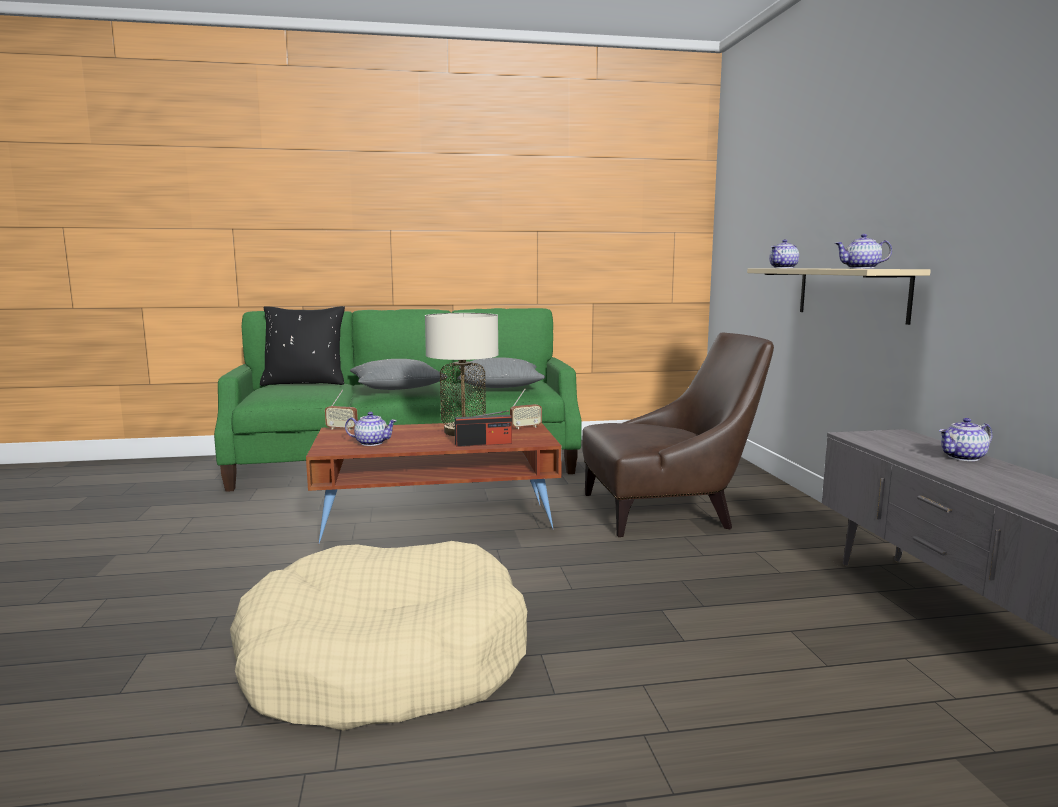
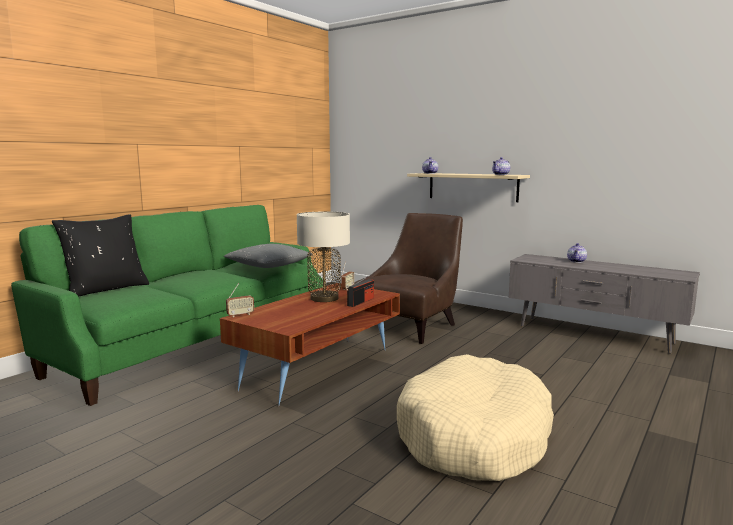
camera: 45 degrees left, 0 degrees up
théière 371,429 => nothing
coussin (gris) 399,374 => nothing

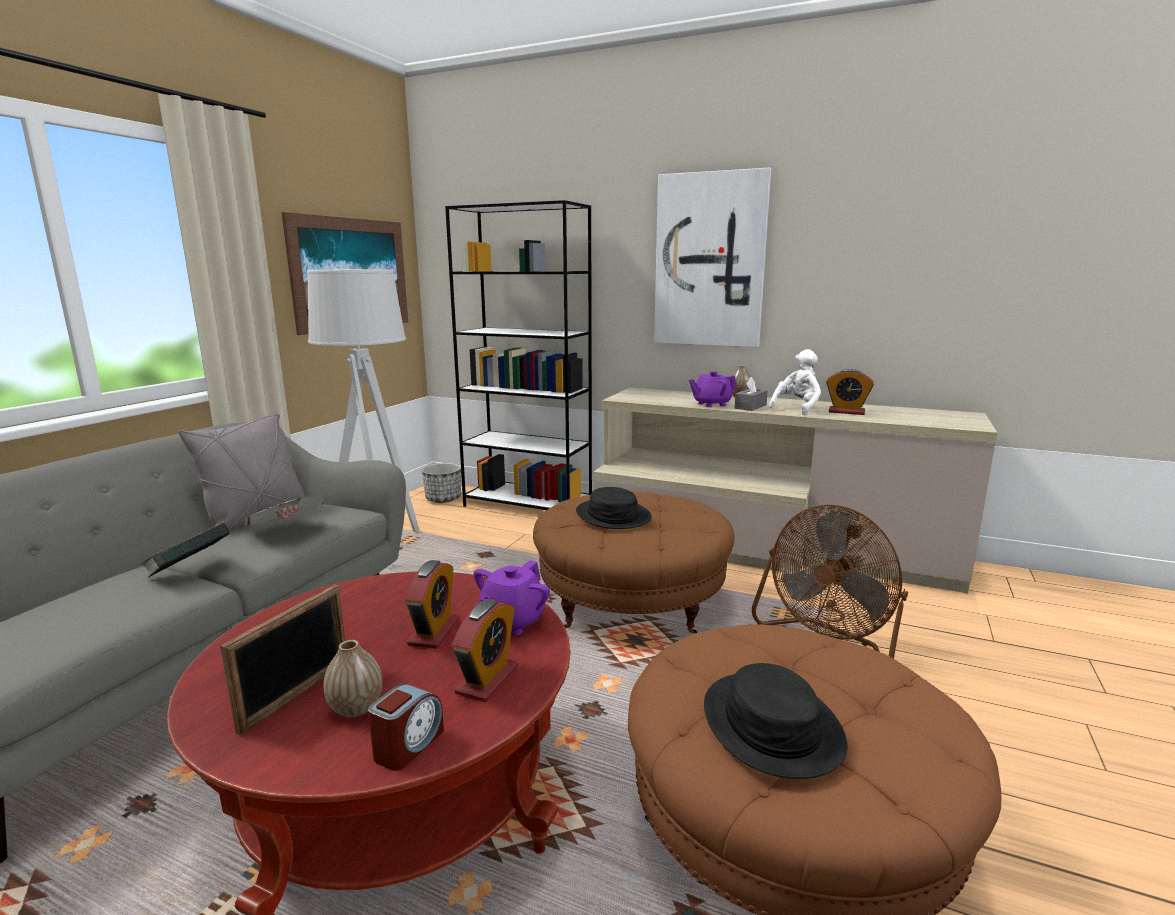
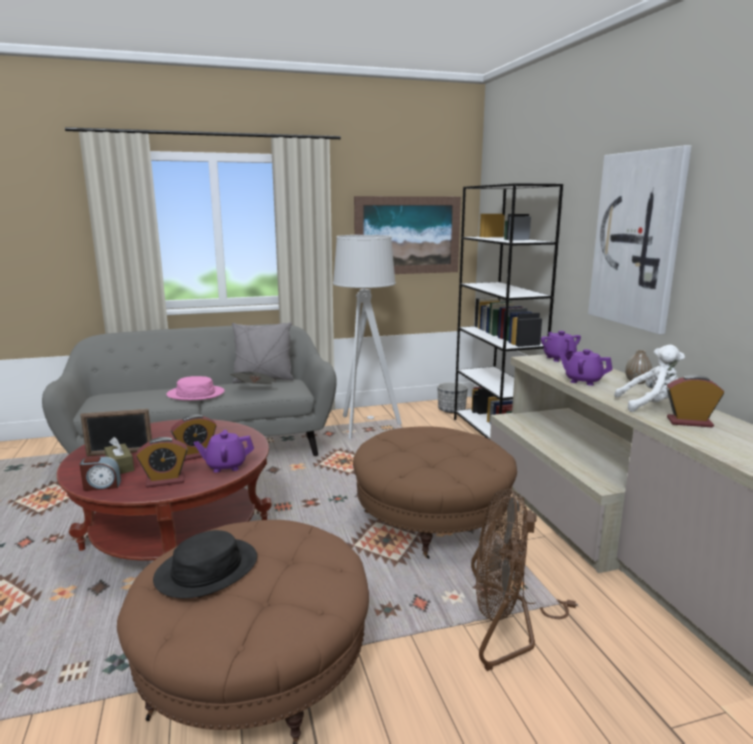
camera: 50 degrees right, 0 degrees up
livre 185,549 => chapeau (rose) 195,388
vase 352,678 => boîte à mouchoirs (marron) 119,455
chapeau (noir) 614,508 => nothing
boîte à mouchoirs (gris) 751,394 => nothing
réveil 850,392 => réveil 695,401, 120 degrees clockwise
nothing => théière (violet) 561,346

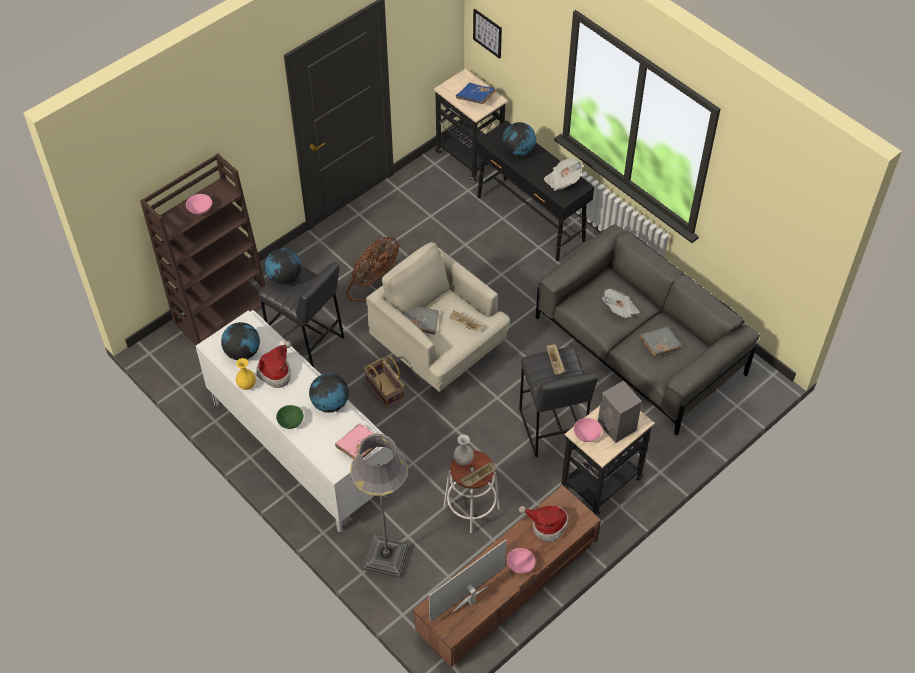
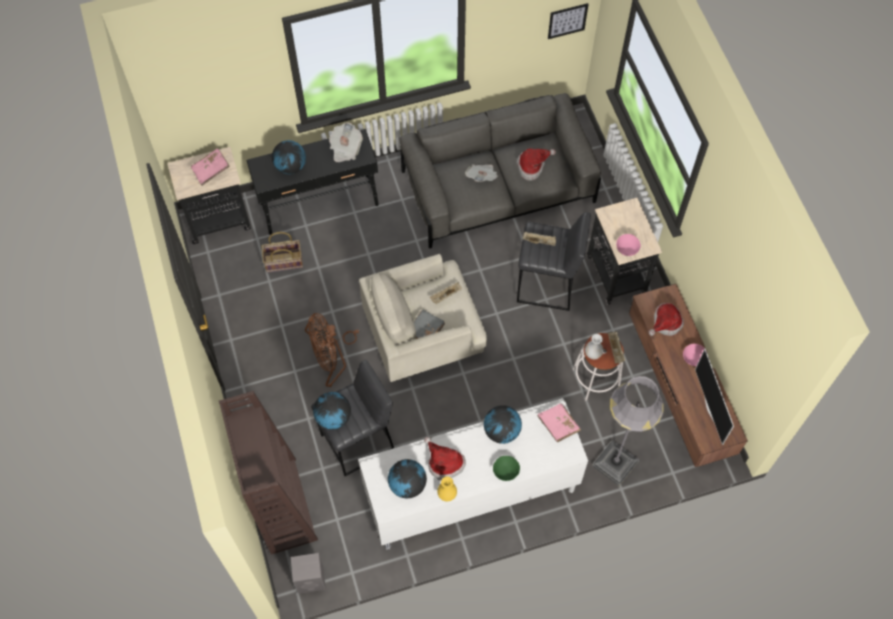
camera: 65 degrees left, 10 degrees up
bol (rose) 199,204 => nothing
panier 384,382 => panier 282,252, relocated
livre (bleu) 476,93 => livre (rose) 210,167
tableau 487,34 => tableau 568,21, relocated
enceinte (gris) 620,412 => enceinte (gris) 308,573, relocated
livre (gris) 660,342 => chapeau 536,164

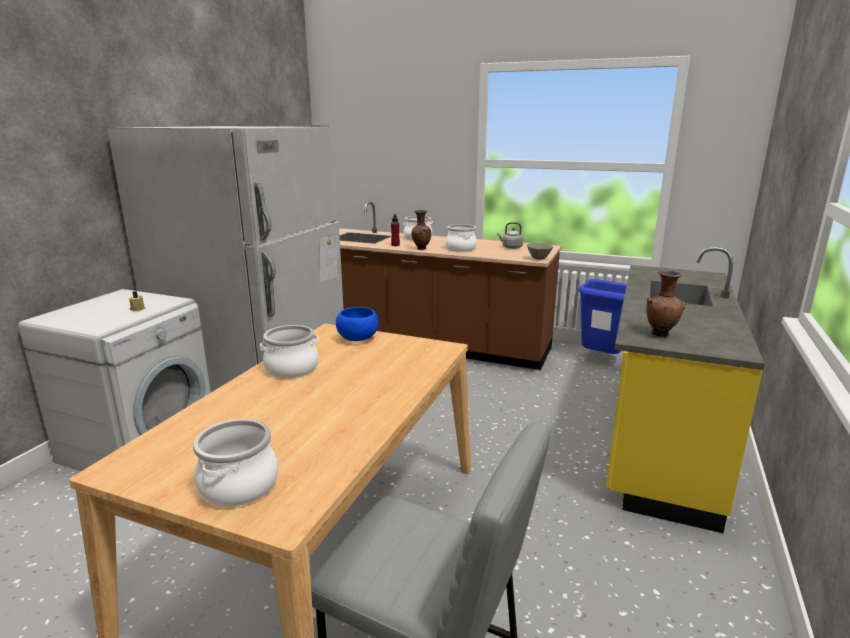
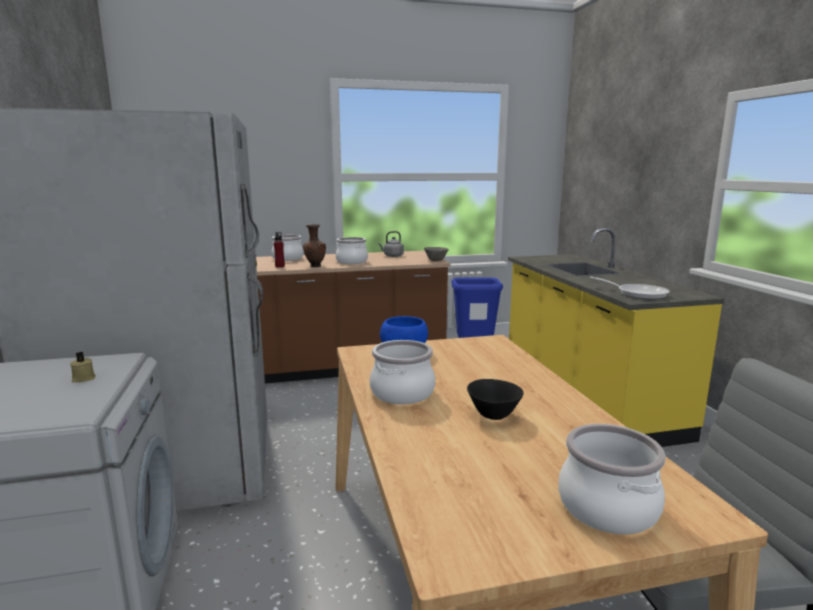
camera: 35 degrees left, 5 degrees down
vase (marron) 665,303 => poêle 630,288
nothing => bol (noir) 495,399

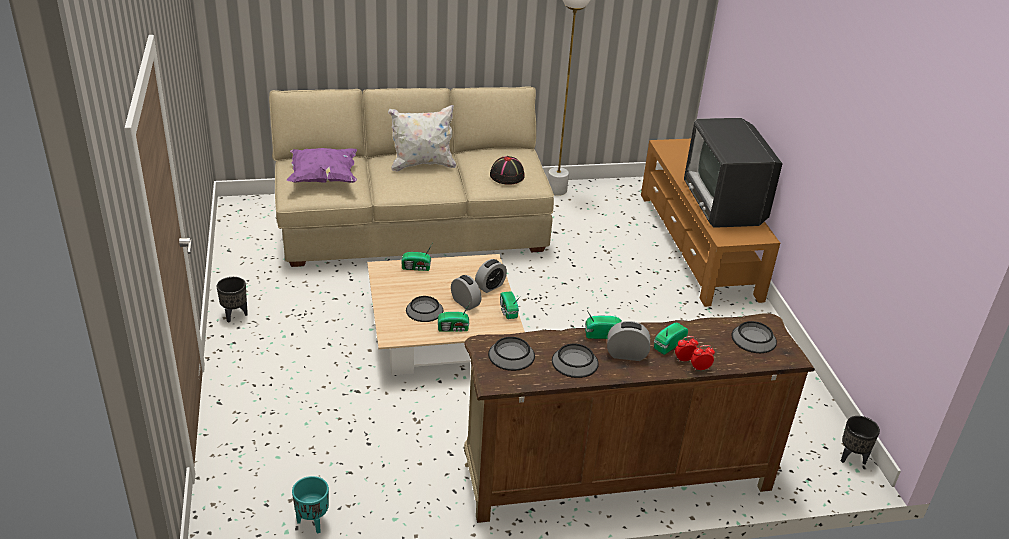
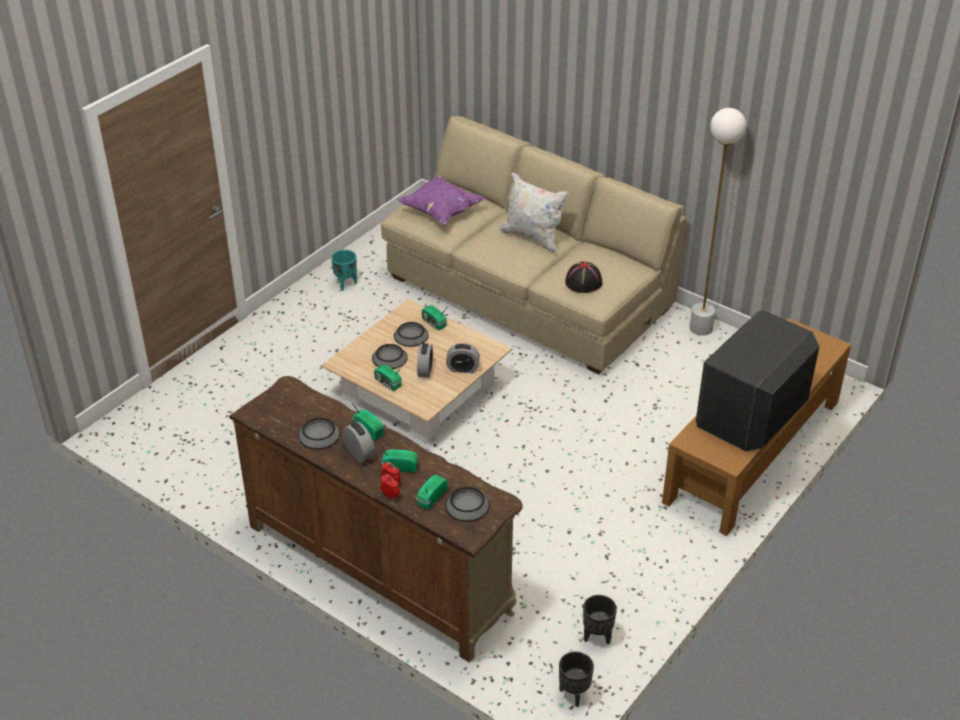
camera: 50 degrees right, 5 degrees up
cache-pot (noir) 232,300 => cache-pot (noir) 600,620, relocated
cache-pot (turquoise) 310,505 => cache-pot (turquoise) 344,270, relocated
bol 511,354 => bol 411,334, relocated
radio 510,305 => radio 431,492, relocated

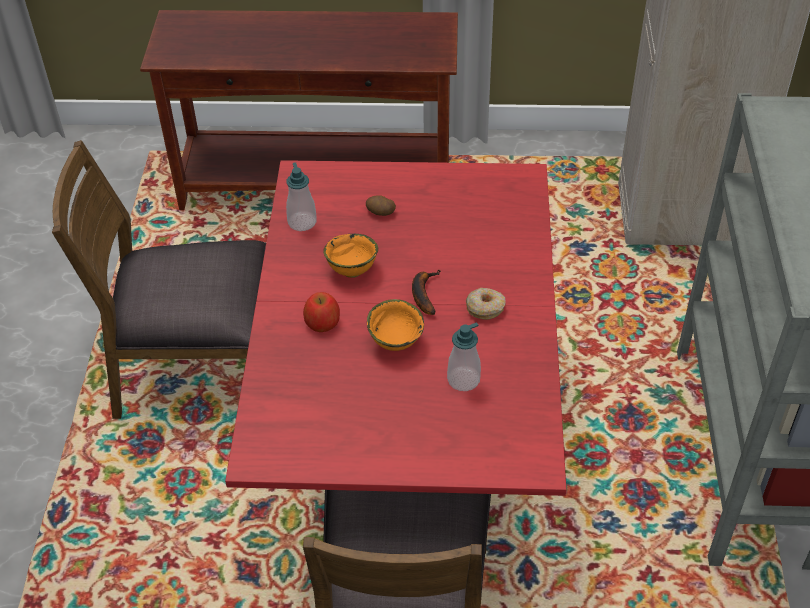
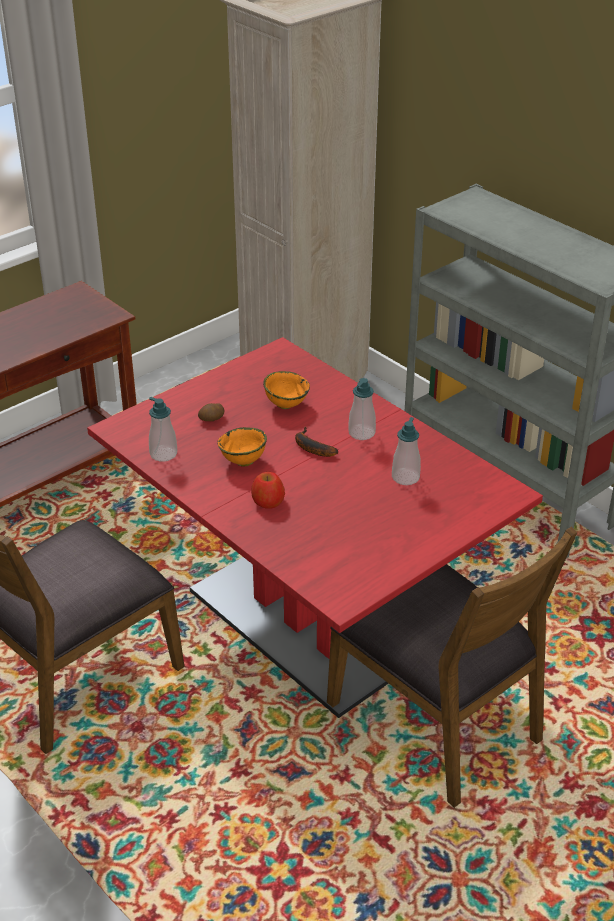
camera: 45 degrees left, 10 degrees down
bol (orange) 395,325 => bol (orange) 286,390, relocated
beignet 486,304 => distributeur de savon 362,409

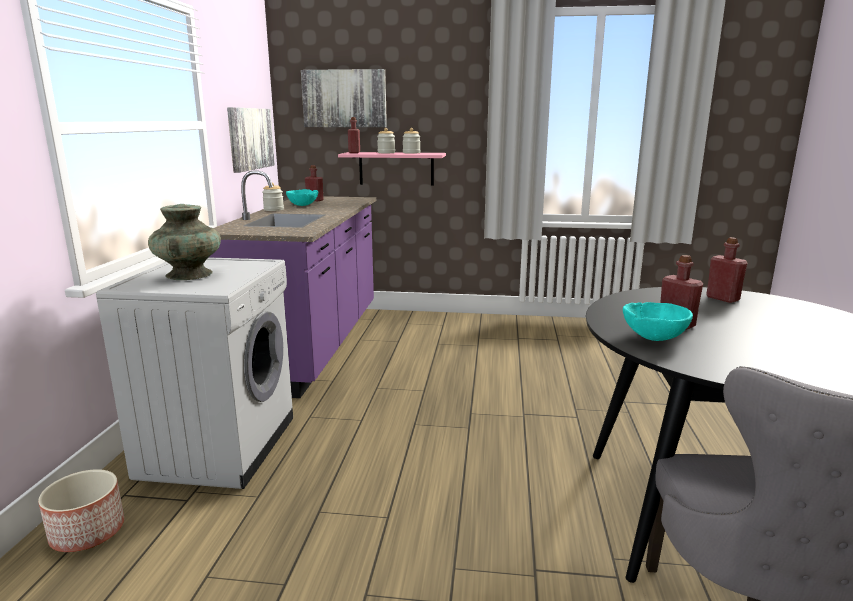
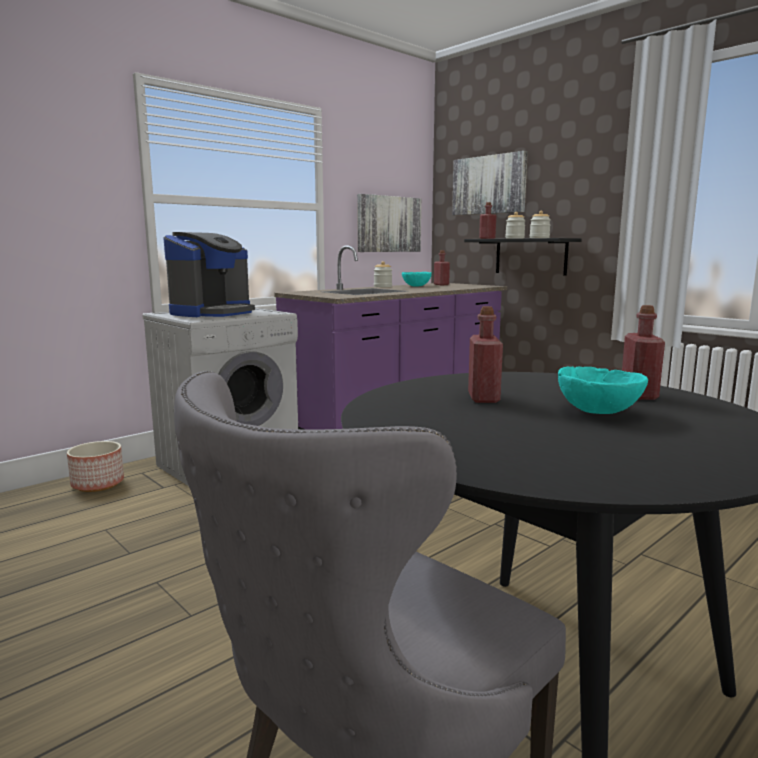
camera: 40 degrees right, 5 degrees down
vase (turquoise) 184,242 => machine à café 209,274
étagère (rose) 392,169 => étagère (noir) 523,257
bol (turquoise) 658,321 => bol (turquoise) 603,390, relocated

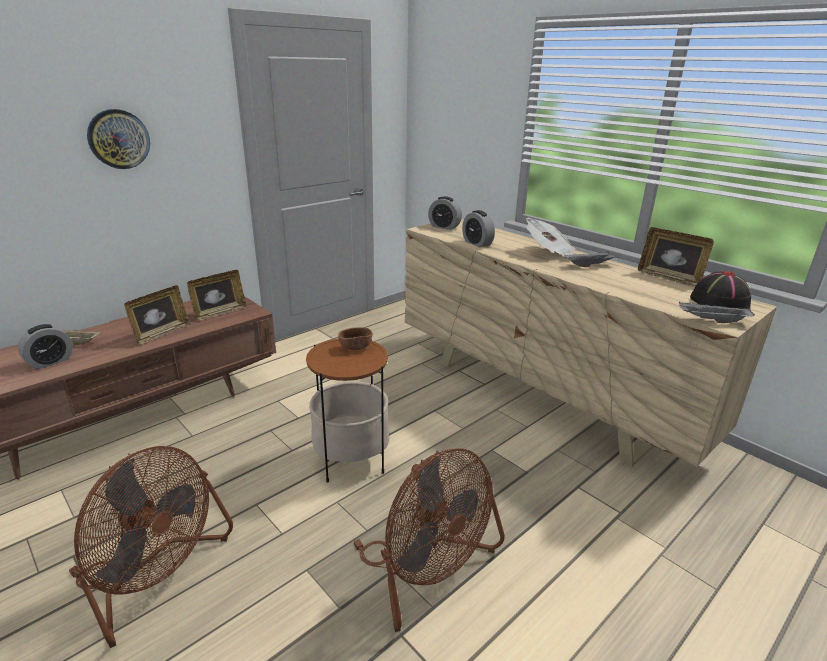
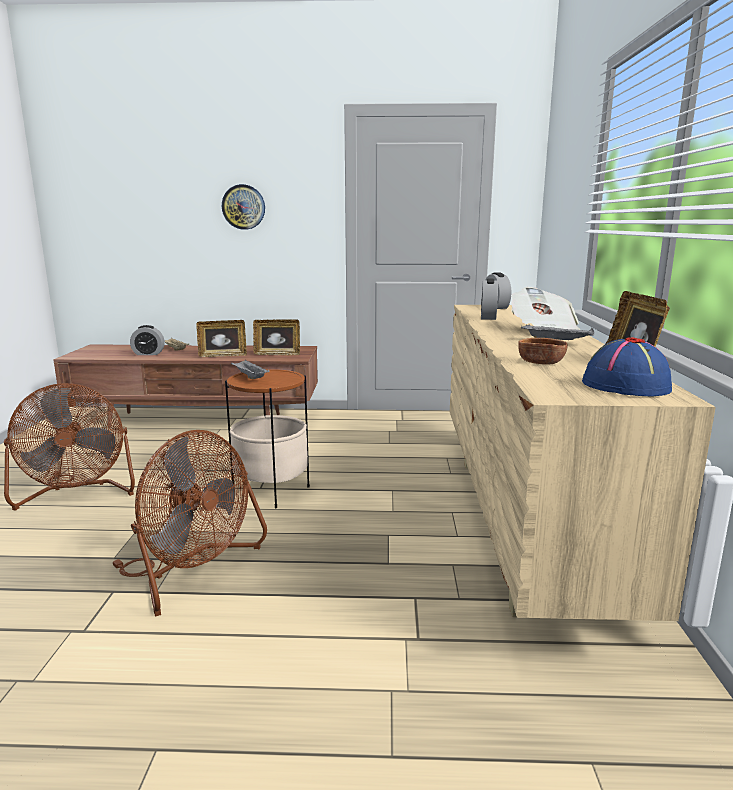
camera: 45 degrees right, 10 degrees down
bol (marron) 355,338 => bol (marron) 543,351, relocated
ventilateur (marron) 429,540 => ventilateur (marron) 190,523, 60 degrees counterclockwise
plateau (gris) 717,312 => plateau (gris) 250,369, relocated
chapeau (noir) 721,290 => chapeau (bleu) 627,366

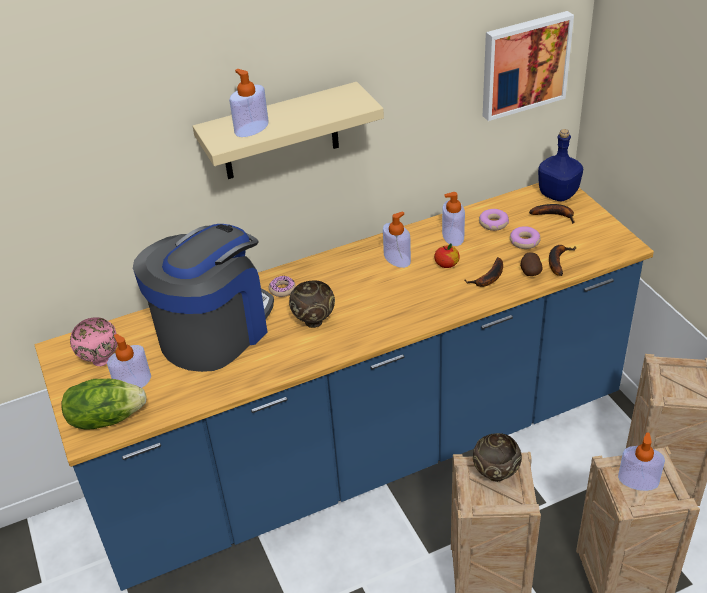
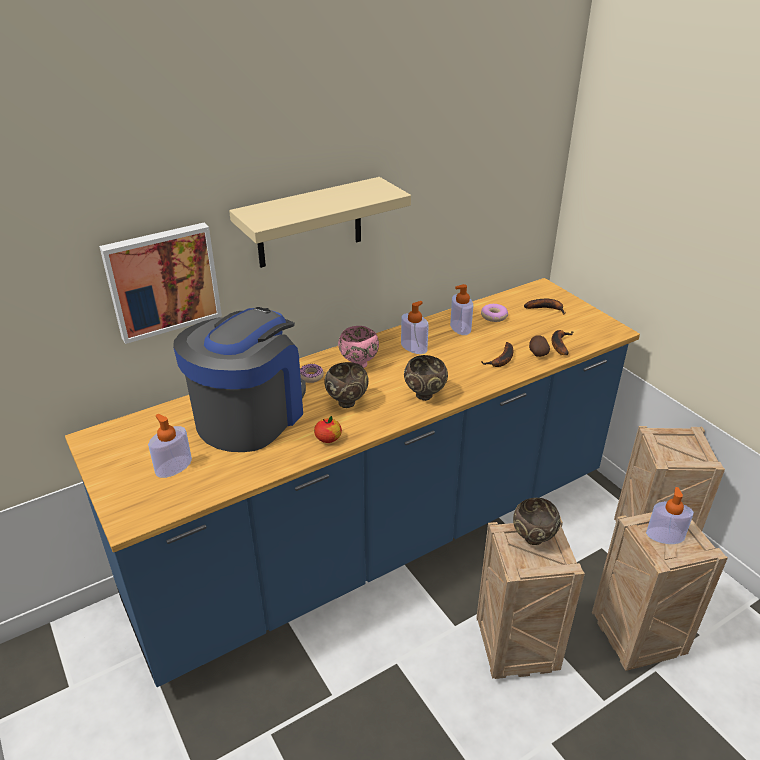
camera: 10 degrees left, 5 degrees down
laitue 104,404 => nothing
bol (rose) 93,341 => bol (rose) 358,347, relocated
distributeur de savon 249,103 => nothing
pomme 447,255 => pomme 328,429, relocated
tableau 528,66 => tableau 160,283, relocated
beignet 525,237 => nothing
bouteille (bleu) 560,165 => nothing
nothing => bol (marron) 426,378

